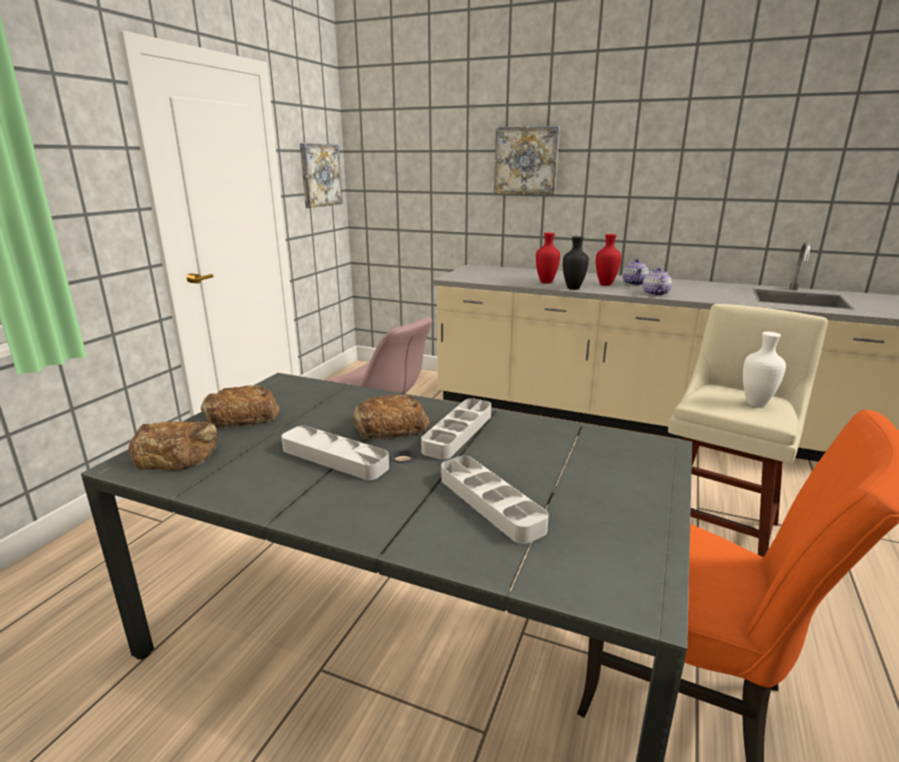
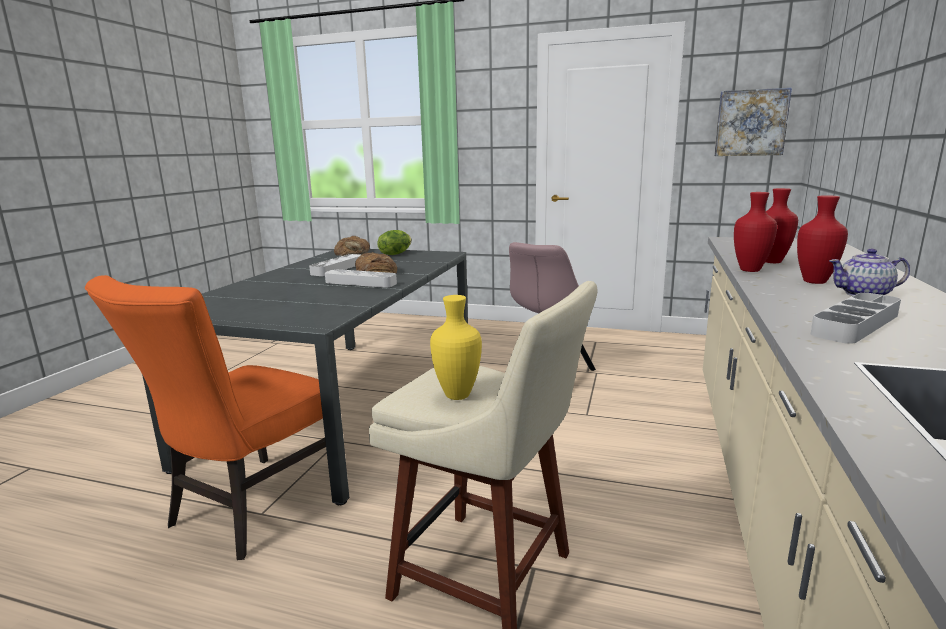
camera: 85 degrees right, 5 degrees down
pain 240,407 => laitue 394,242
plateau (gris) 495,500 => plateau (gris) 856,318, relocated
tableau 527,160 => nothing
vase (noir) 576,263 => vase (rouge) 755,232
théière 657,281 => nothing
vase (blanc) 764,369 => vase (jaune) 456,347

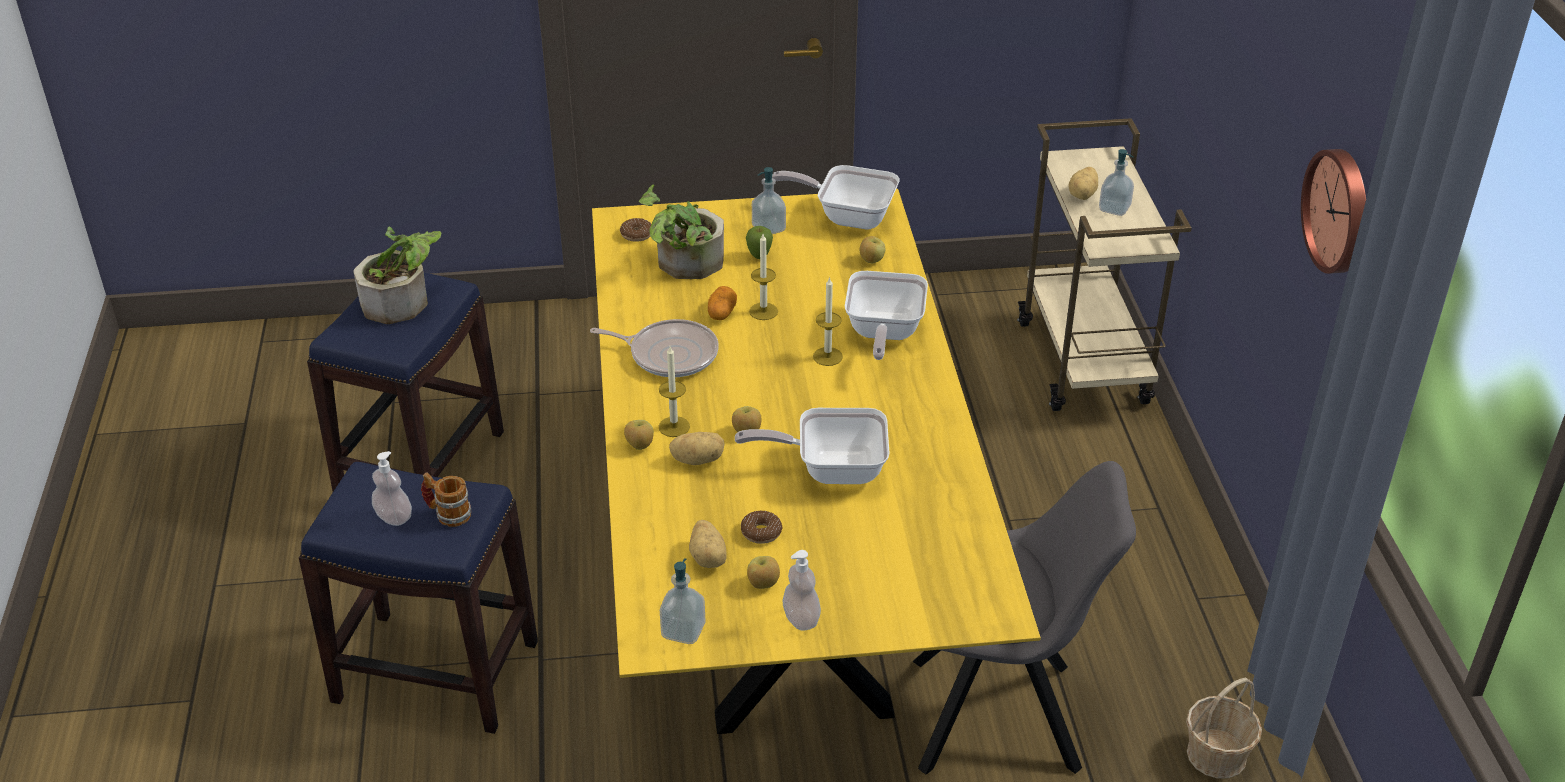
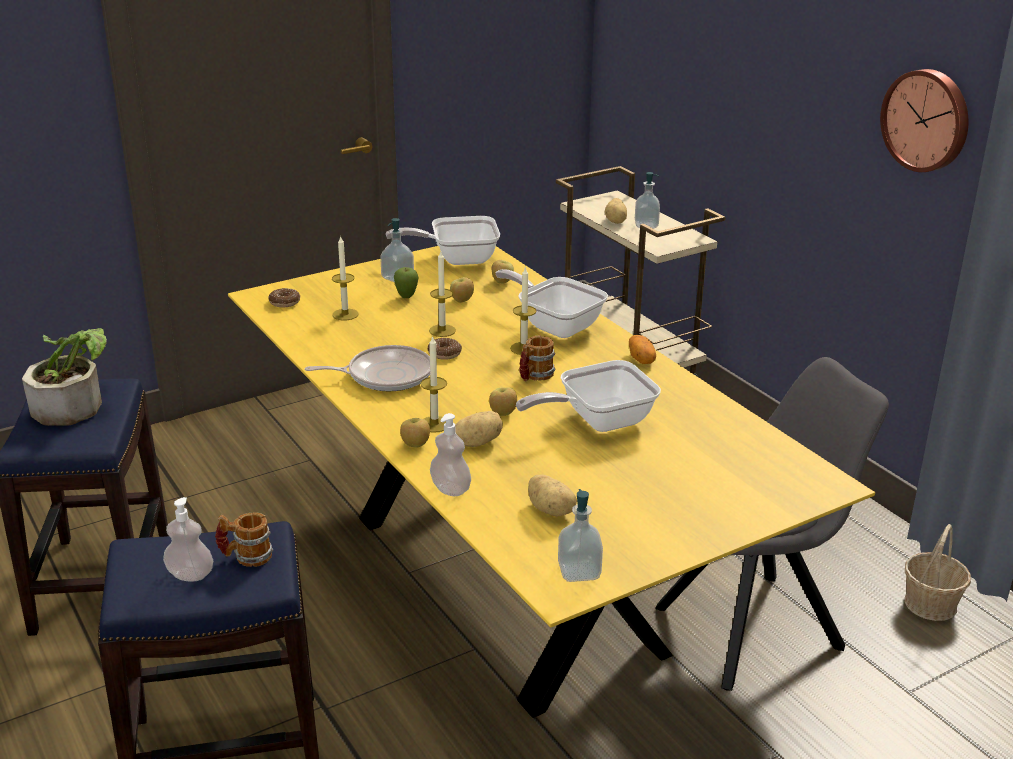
camera: 25 degrees left, 10 degrees down
plante en pot 681,231 => bougie 345,277
pomme de terre 722,303 => pomme de terre 642,349, relocated
beignet 761,527 => beignet 445,349, relocated
pomme 763,572 => pomme 462,290, relocated
distributeur de savon 801,590 => distributeur de savon 450,454, relocated
poêle 886,315 => poêle 552,303, 150 degrees clockwise
nothing => mug 537,358

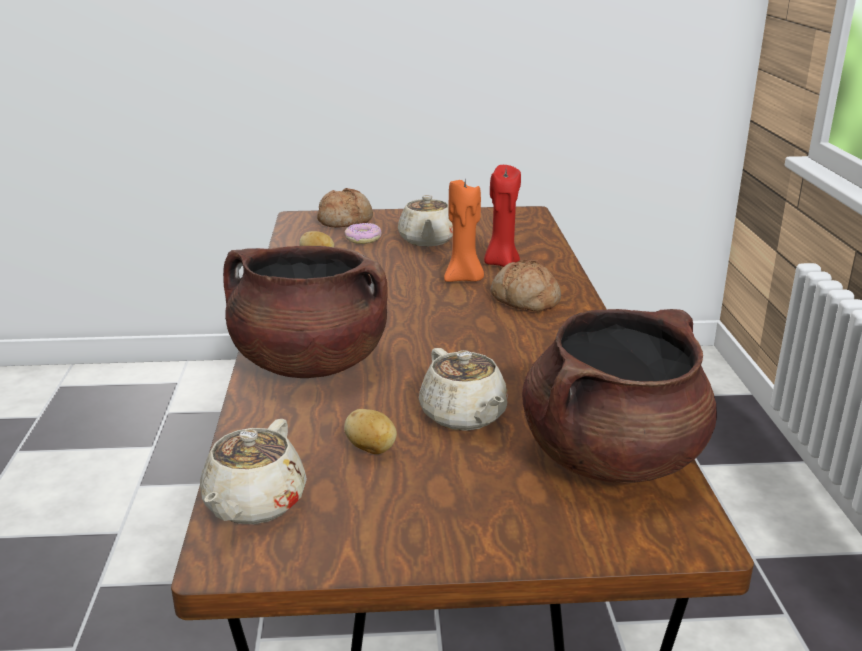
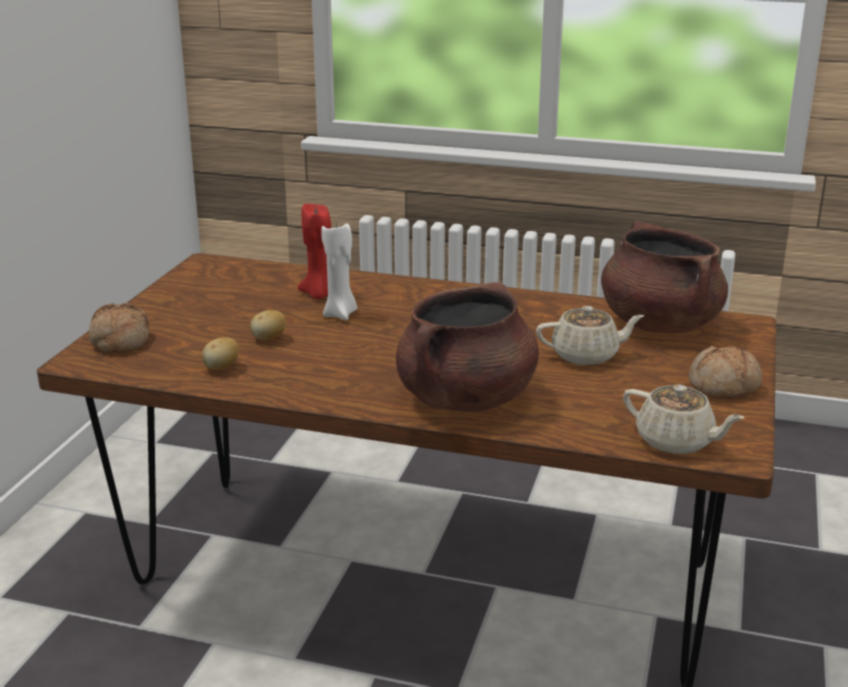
camera: 70 degrees left, 0 degrees up
pomme de terre 370,431 => pomme de terre 268,325, relocated
beignet 363,233 => nothing
théière (beige) 425,220 => nothing
bougie (orange) 464,231 => bougie (blanc) 339,271
pain 526,285 => pain 725,372, relocated

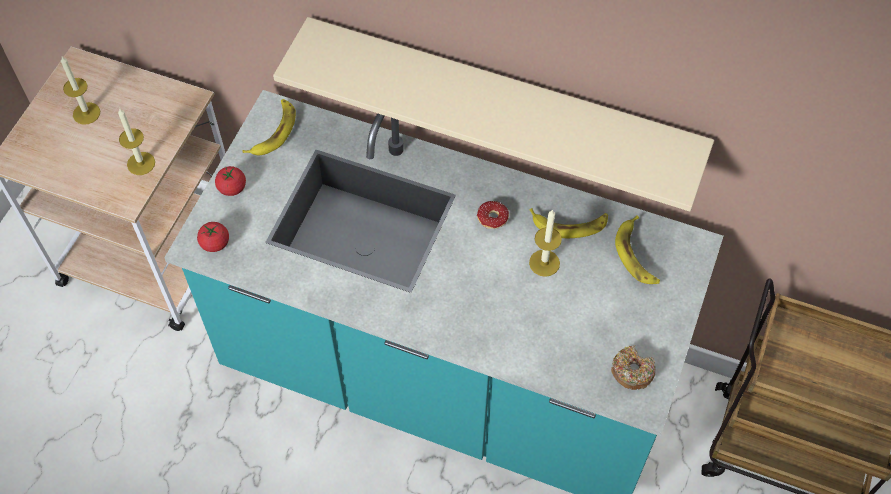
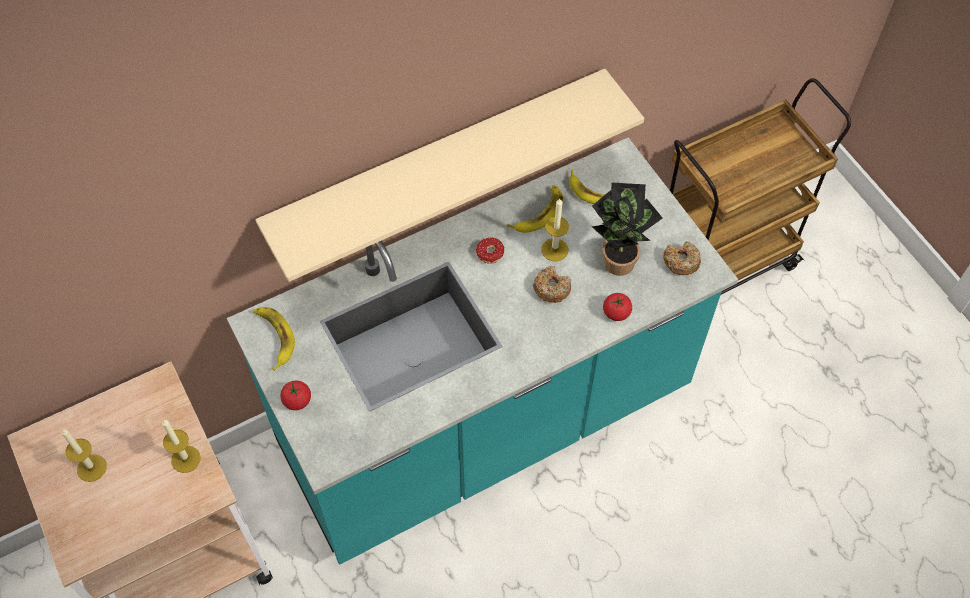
camera: 50 degrees left, 0 degrees up
tomate 213,237 => tomate 617,307, relocated
nothing => beignet 552,284
nothing => plante en pot 626,229

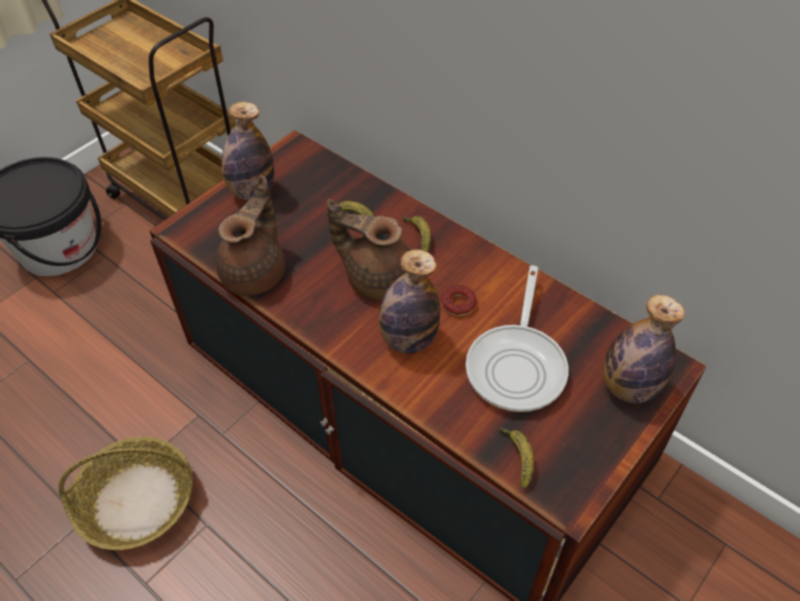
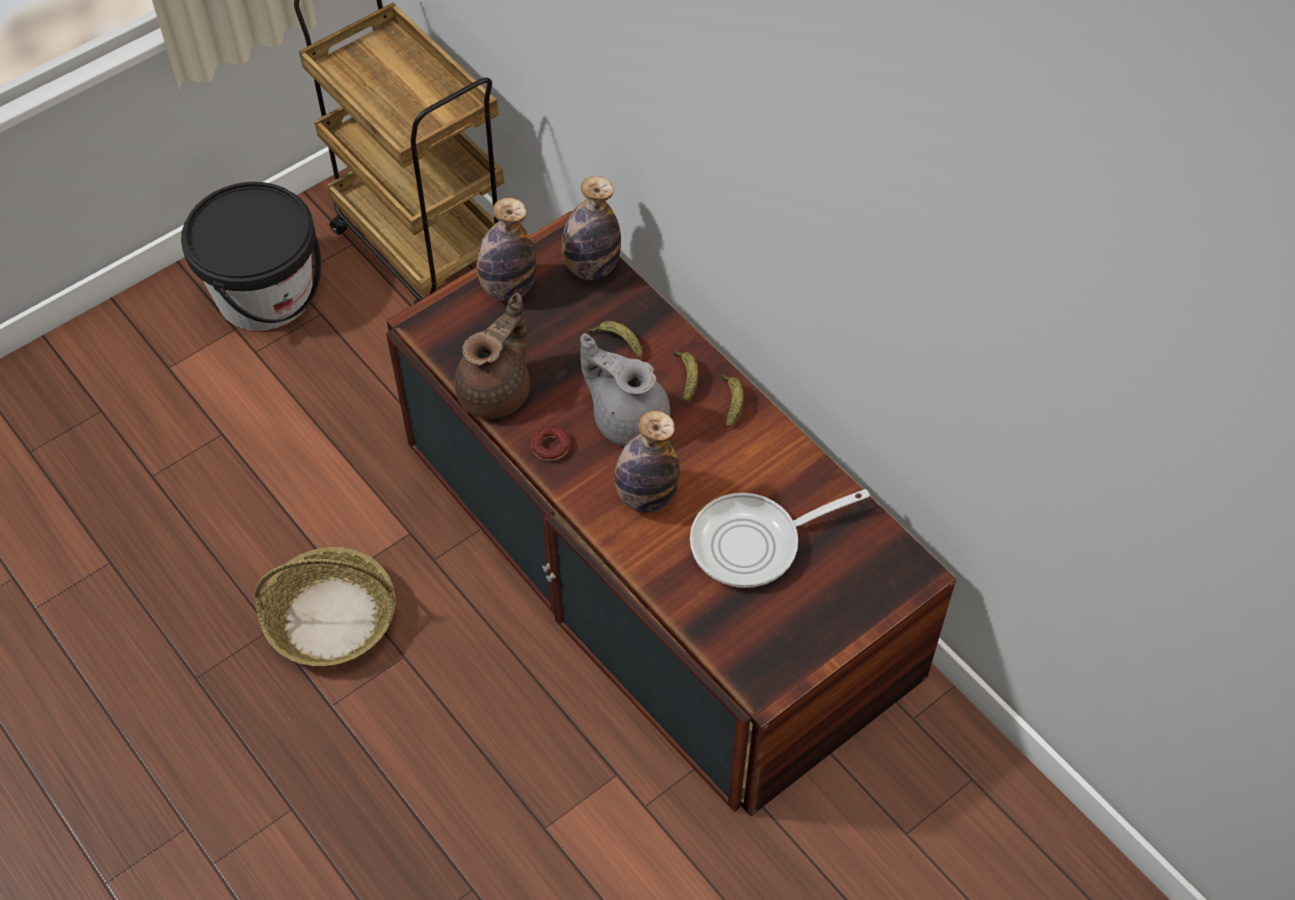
camera: 10 degrees right, 5 degrees up
théière (marron) 368,249 => théière (gris) 625,390
beignet 459,300 => beignet 550,443, relocated
poêle 517,338 => poêle 780,538, 45 degrees clockwise
banane 516,458 => banane 732,400, relocated
bouteille 644,349 => bouteille 591,228, relocated

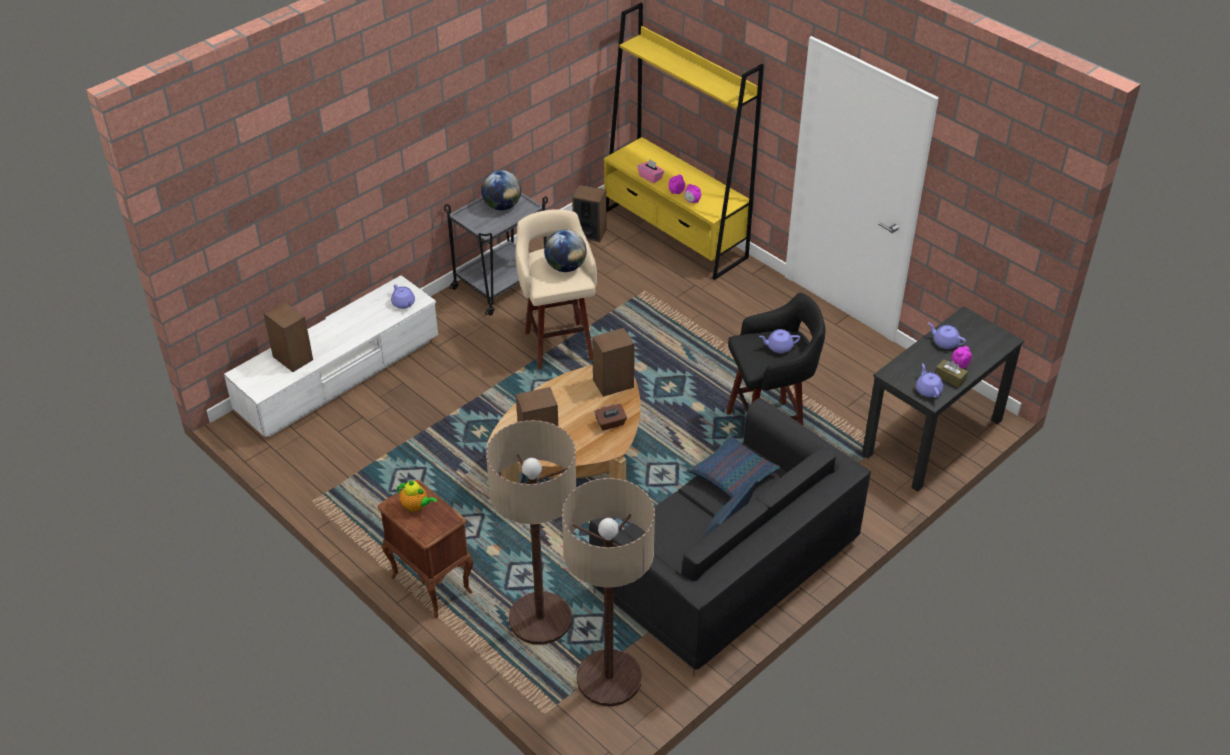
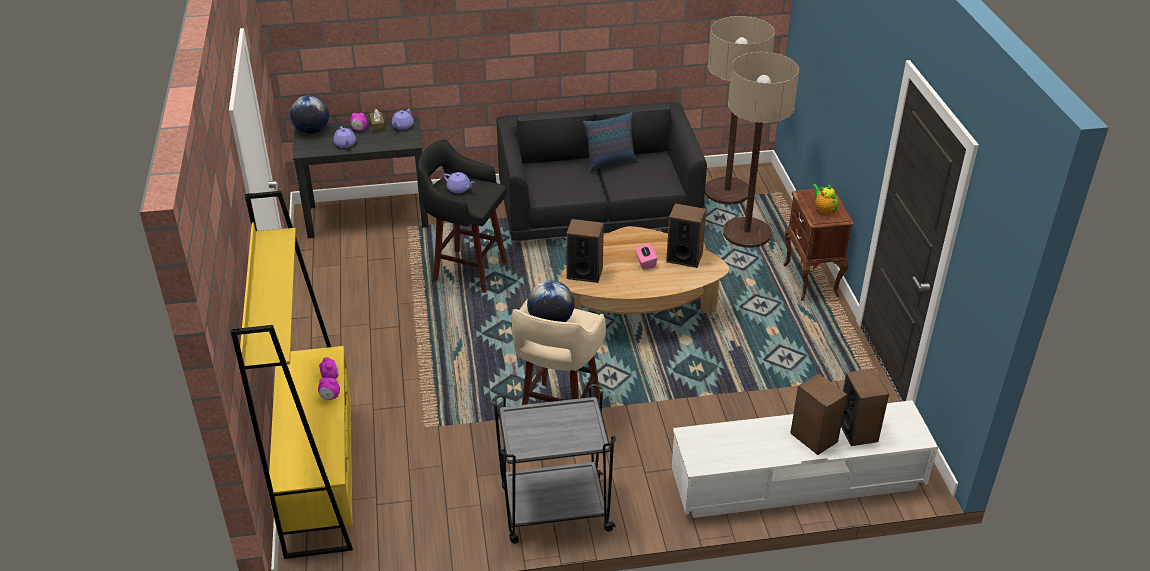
camera: 145 degrees left, 5 degrees down
théière (violet) 403,296 => nothing
globe 501,190 => globe 309,114, relocated
enceinte 589,213 => enceinte 818,414, relocated
boîte à mouchoirs (marron) 611,417 => nothing
boîte à mouchoirs (rose) 651,171 => boîte à mouchoirs (rose) 646,256, relocated
coussin (bleu) 733,466 => nothing

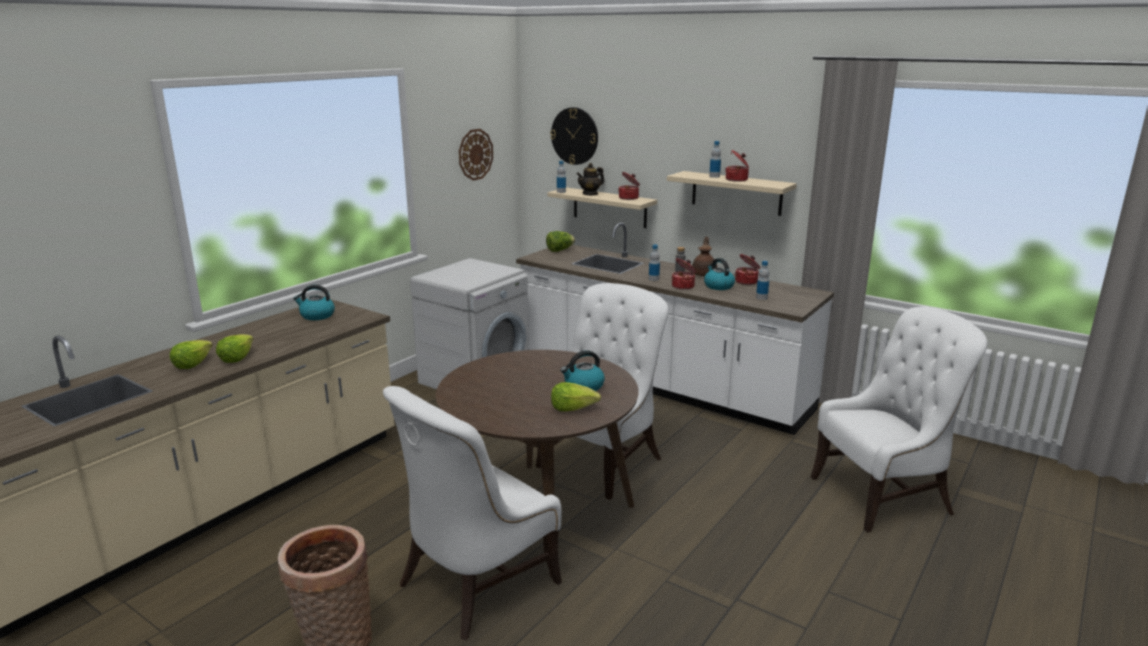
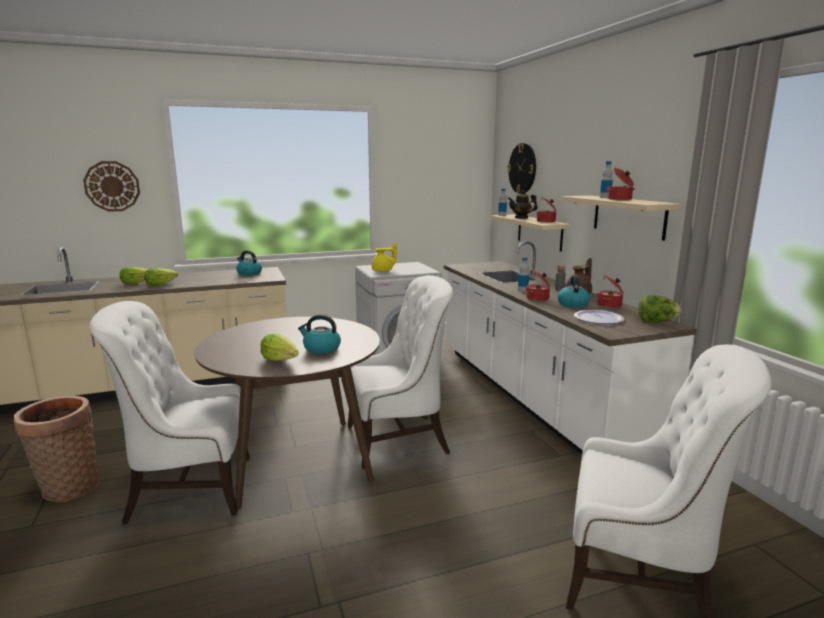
camera: 35 degrees right, 5 degrees down
horloge murale 476,155 => horloge murale 111,186, relocated
laitue 560,241 => laitue 660,309, relocated
bouteille 762,280 => assiette 599,317
nothing => théière (jaune) 384,257

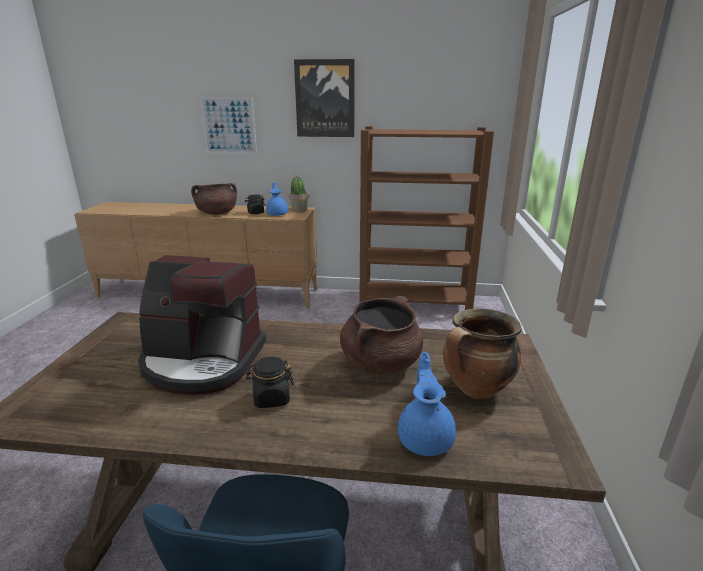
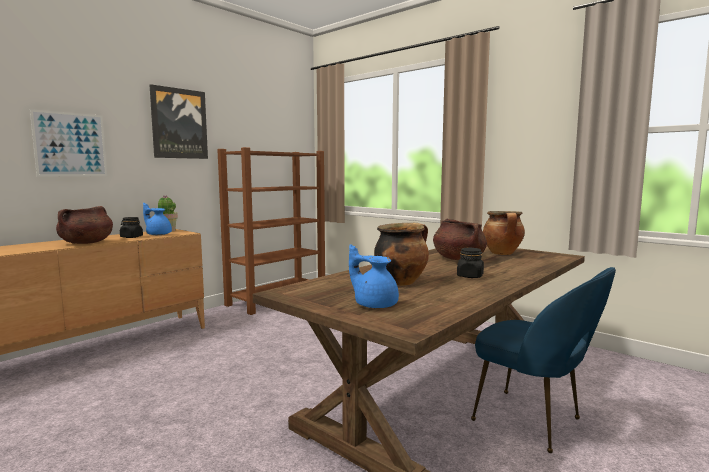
camera: 55 degrees left, 15 degrees down
machine à café 202,325 => marmite 401,254
théière (bleu) 427,404 => théière (bleu) 374,276, relocated

